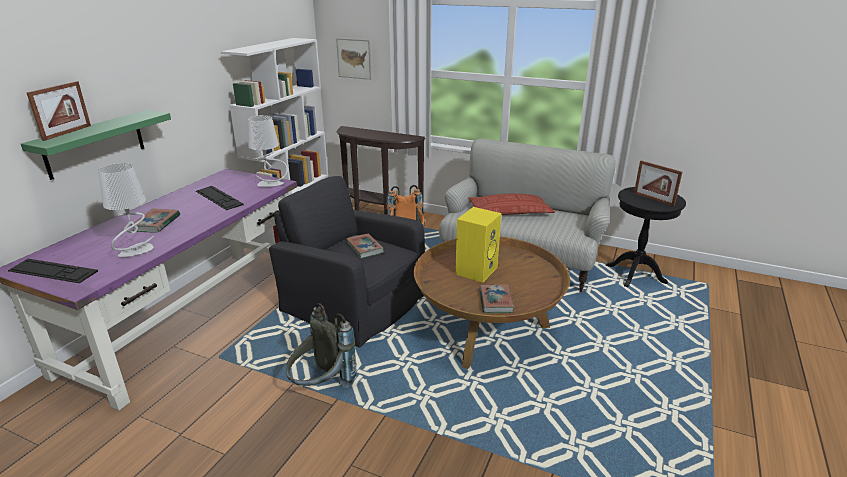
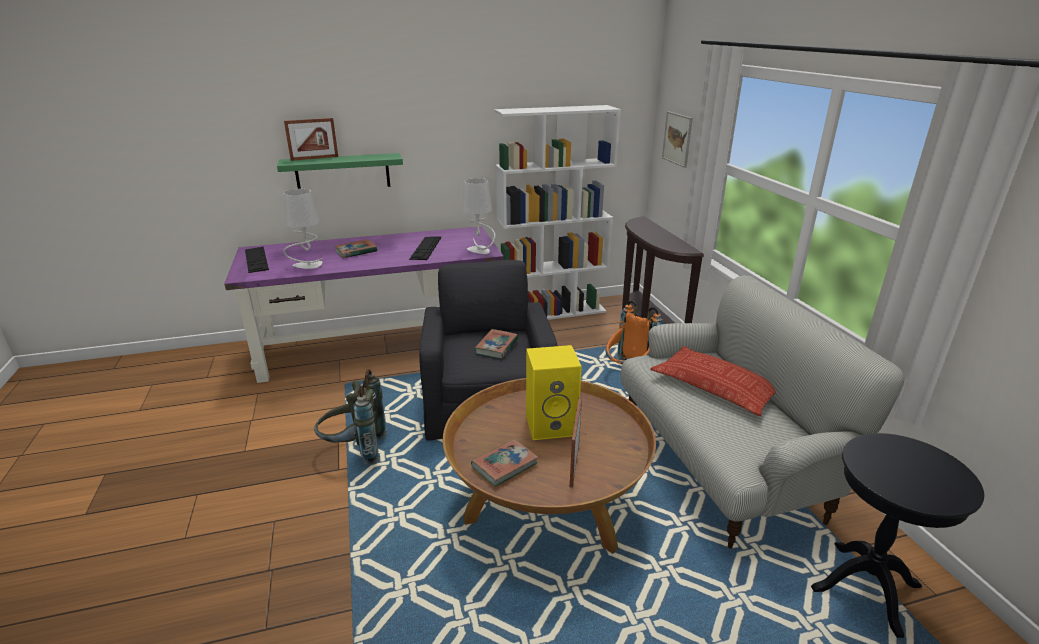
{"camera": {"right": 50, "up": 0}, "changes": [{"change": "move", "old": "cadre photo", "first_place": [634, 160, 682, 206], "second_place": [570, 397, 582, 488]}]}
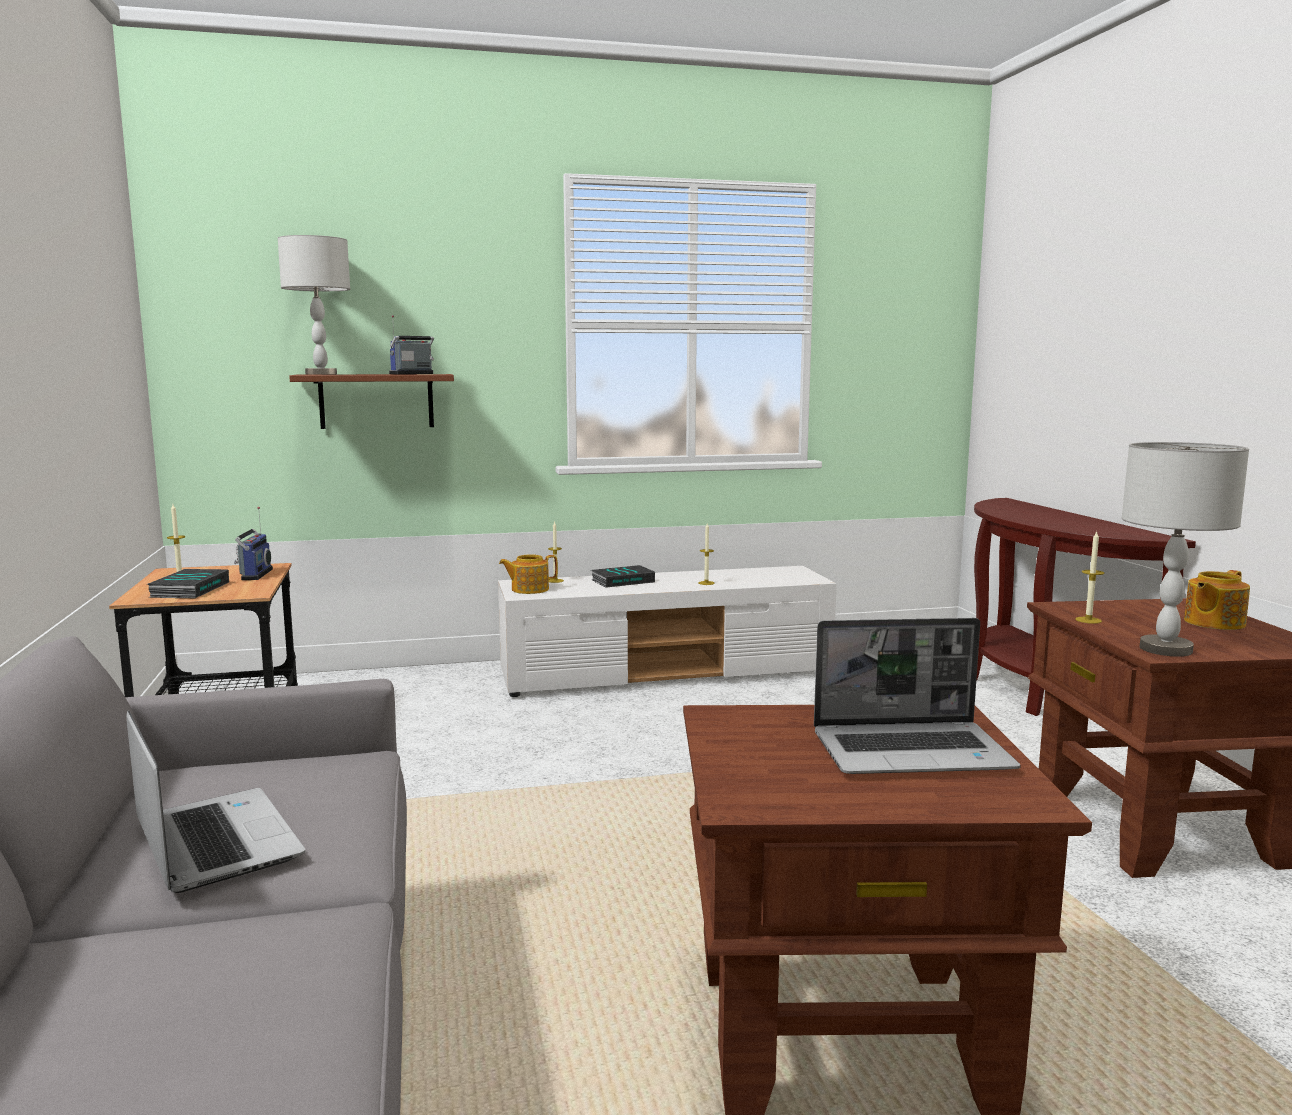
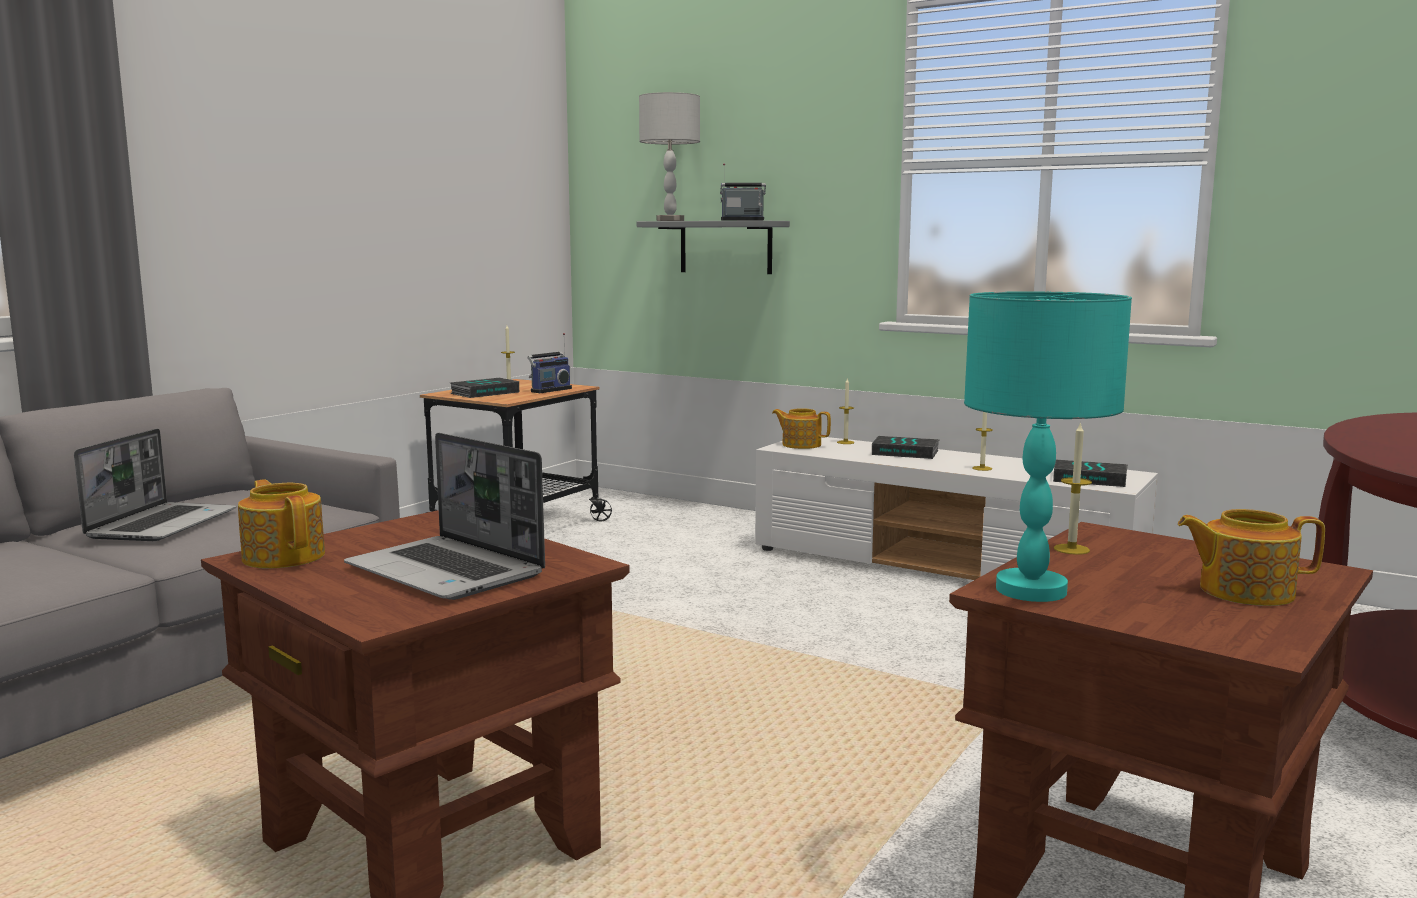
{"camera": {"right": 45, "up": 0}, "changes": [{"change": "insert", "new": "théière", "second_place": [238, 479, 325, 568]}, {"change": "recolor", "old": "étagère [marron]", "new": "étagère [gris]", "first_place": [289, 374, 454, 429], "second_place": [637, 220, 790, 274]}, {"change": "recolor", "old": "lampe de table [gris]", "new": "lampe de table [turquoise]", "first_place": [1122, 442, 1249, 657], "second_place": [964, 291, 1132, 602]}, {"change": "insert", "new": "livre", "second_place": [1053, 460, 1128, 487]}]}
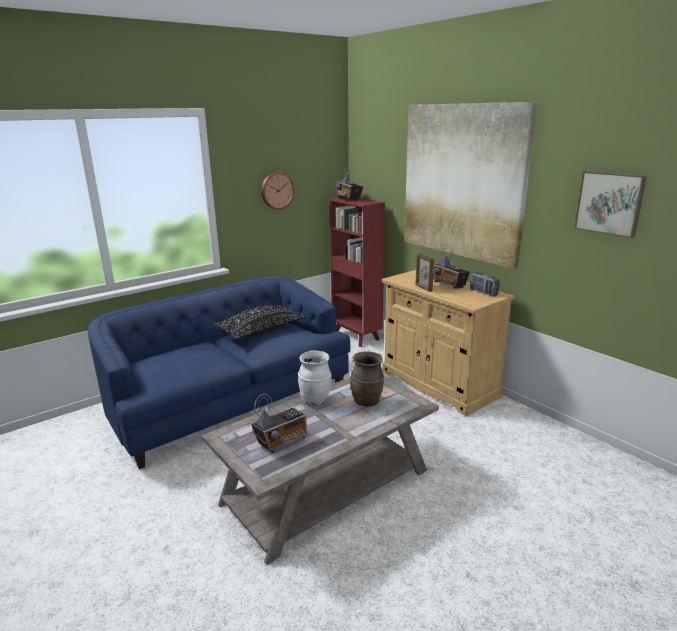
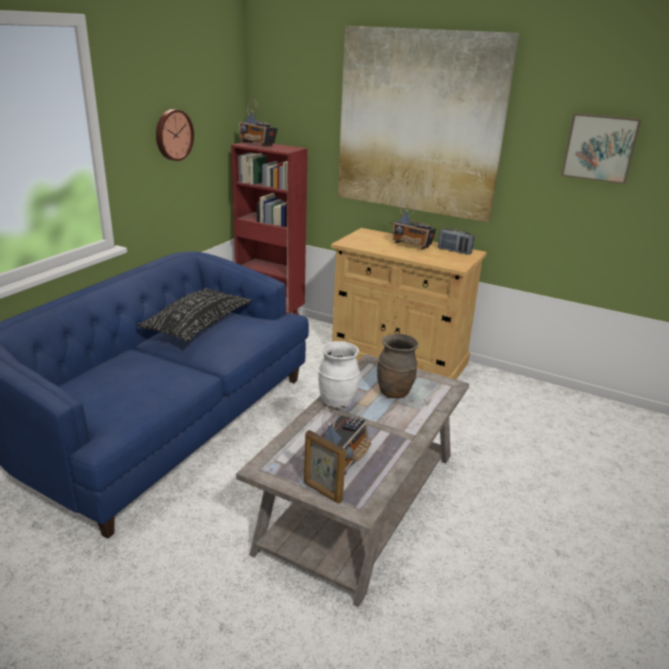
{"camera": {"right": -25, "up": 5}, "changes": [{"change": "move", "old": "cadre photo", "first_place": [415, 253, 434, 292], "second_place": [304, 430, 346, 504]}]}
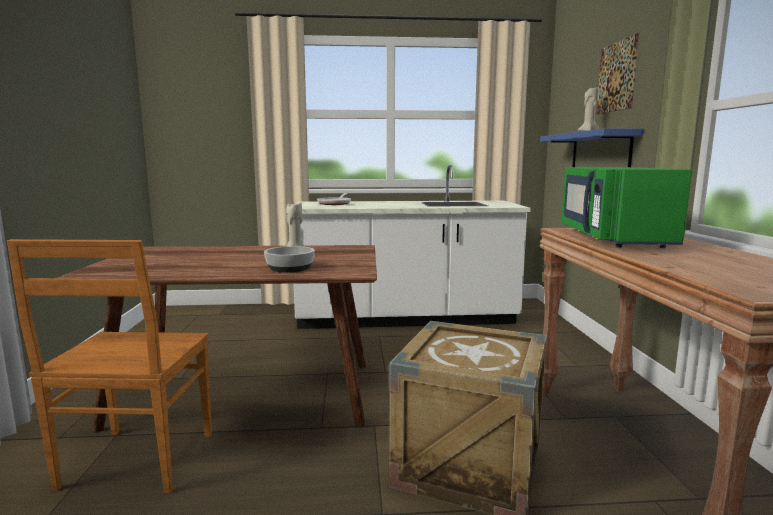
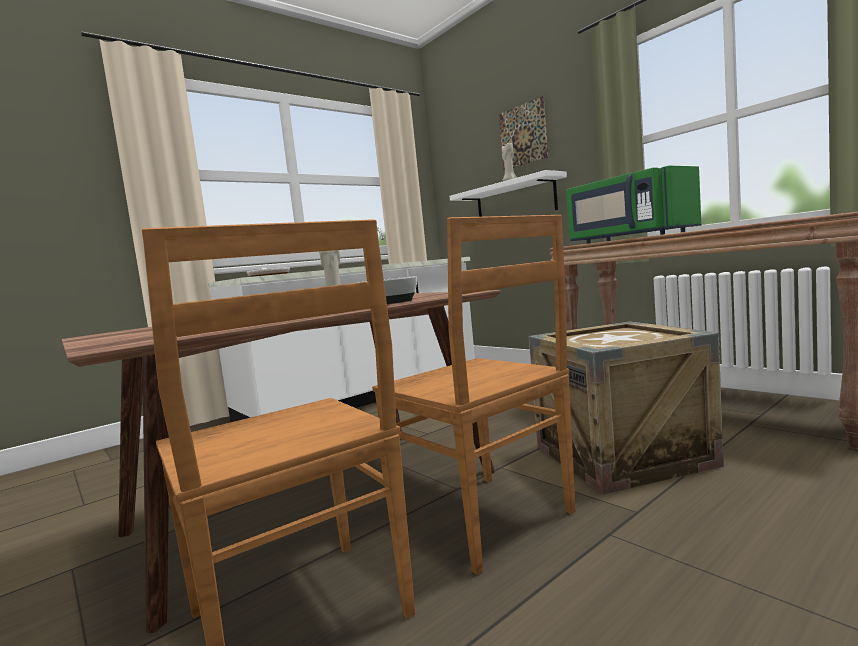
{"camera": {"right": -35, "up": -5}, "changes": [{"change": "insert", "new": "chaise [marron]", "second_place": [372, 215, 575, 575]}, {"change": "recolor", "old": "étagère [bleu]", "new": "étagère [blanc]", "first_place": [540, 128, 643, 167], "second_place": [450, 170, 567, 217]}]}
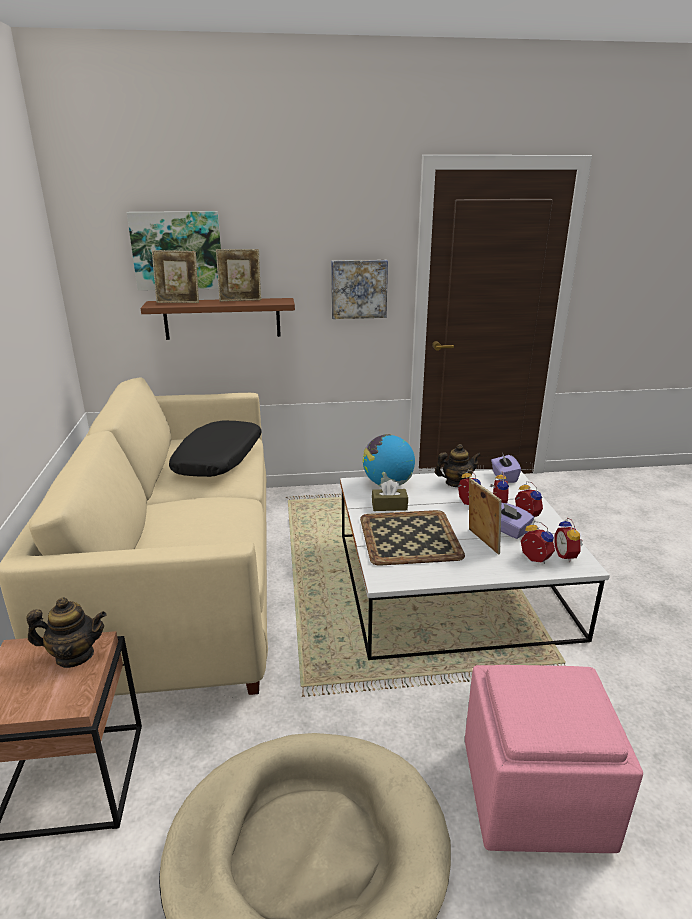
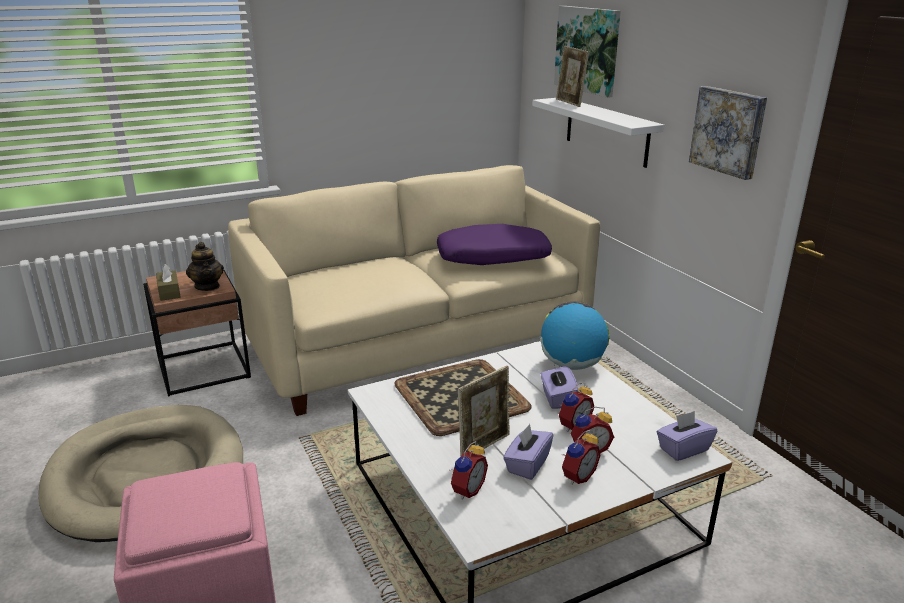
{"camera": {"right": 70, "up": 0}, "changes": [{"change": "move", "old": "boîte à mouchoirs [marron]", "first_place": [372, 480, 408, 511], "second_place": [156, 264, 181, 301]}, {"change": "recolor", "old": "coussin [noir]", "new": "coussin [violet]", "first_place": [169, 420, 262, 477], "second_place": [437, 224, 552, 265]}, {"change": "recolor", "old": "étagère [marron]", "new": "étagère [blanc]", "first_place": [140, 298, 295, 340], "second_place": [532, 98, 664, 168]}, {"change": "insert", "new": "boîte à mouchoirs [violet]", "second_place": [541, 365, 579, 409]}, {"change": "delete", "old": "cadre photo", "first_place": [216, 249, 261, 301]}, {"change": "delete", "old": "théière", "first_place": [435, 444, 481, 487]}, {"change": "delete", "old": "réveil", "first_place": [554, 518, 583, 562]}]}
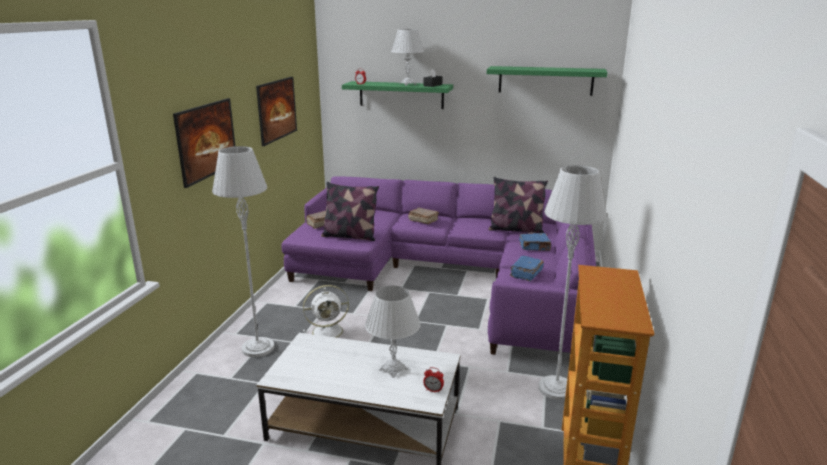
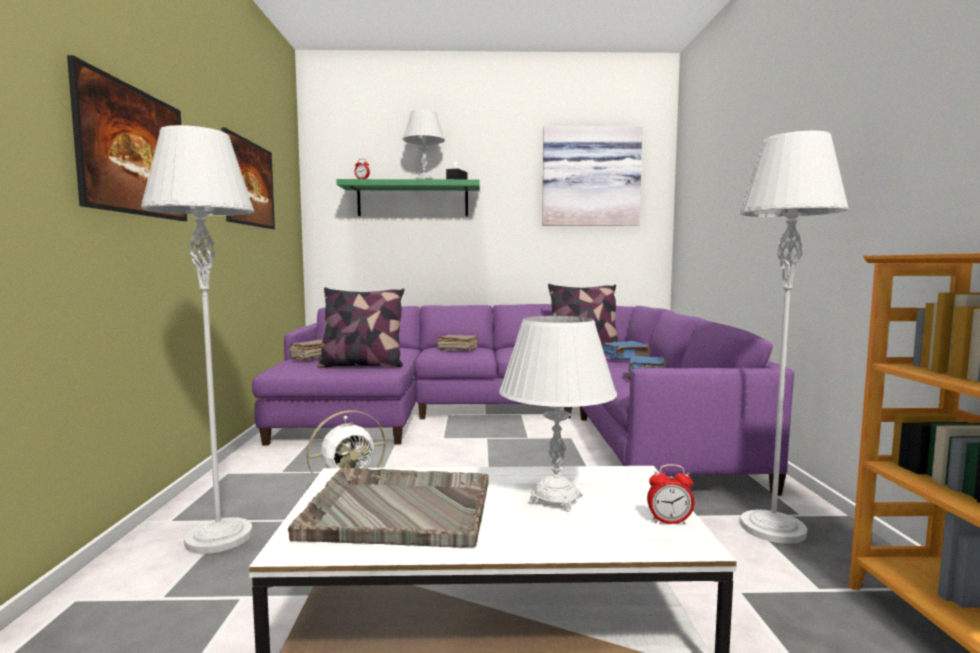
{"camera": {"right": -15, "up": -15}, "changes": [{"change": "insert", "new": "plateau [gris]", "second_place": [288, 467, 489, 548]}, {"change": "replace", "old": "étagère [vert]", "new": "tableau", "first_place": [487, 66, 608, 96], "second_place": [542, 126, 642, 226]}]}
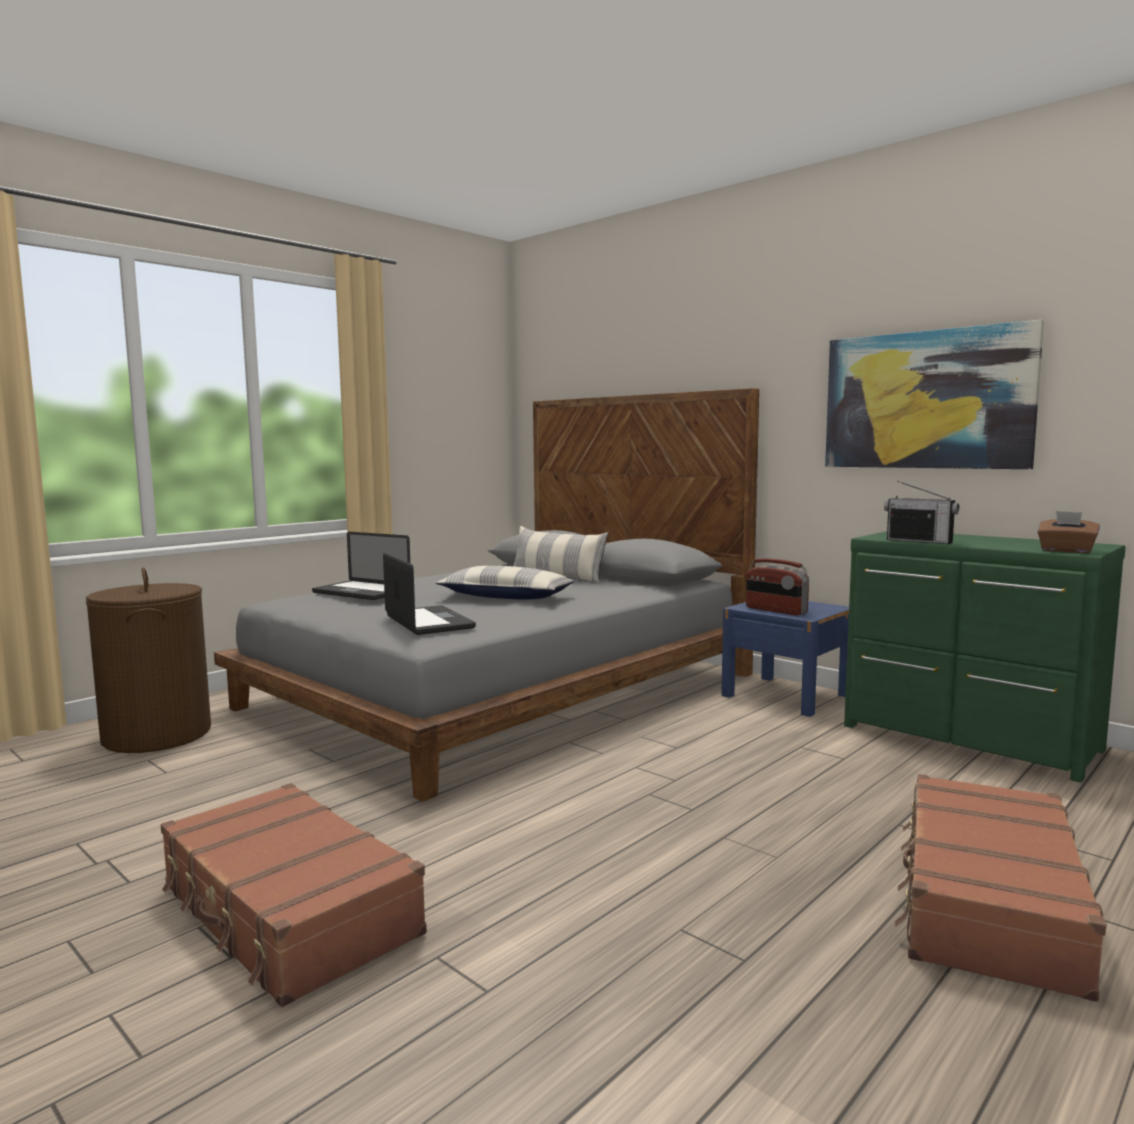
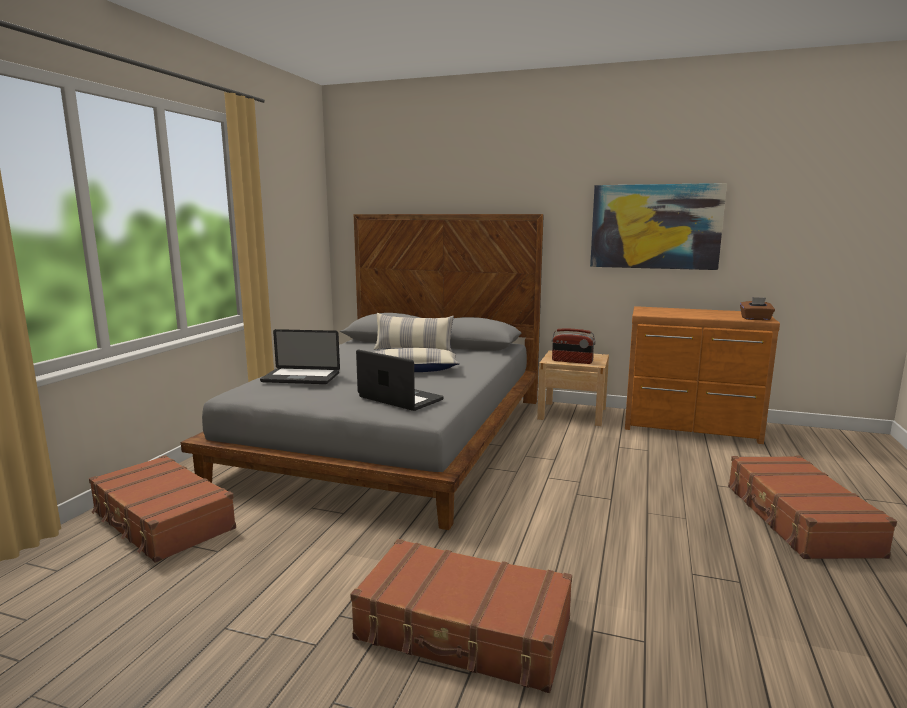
{"camera": {"right": -25, "up": 5}, "changes": [{"change": "replace", "old": "panier à linge [marron]", "new": "valise [marron]", "first_place": [86, 568, 211, 753], "second_place": [89, 455, 236, 563]}, {"change": "recolor", "old": "table de chevet [bleu]", "new": "table de chevet [beige]", "first_place": [721, 601, 849, 717], "second_place": [537, 350, 609, 426]}, {"change": "recolor", "old": "commode [vert]", "new": "commode [marron]", "first_place": [844, 531, 1126, 783], "second_place": [625, 306, 780, 444]}, {"change": "delete", "old": "radio", "first_place": [884, 481, 959, 544]}]}
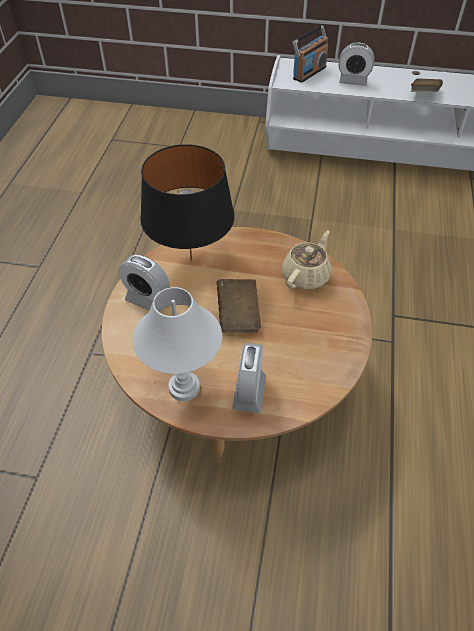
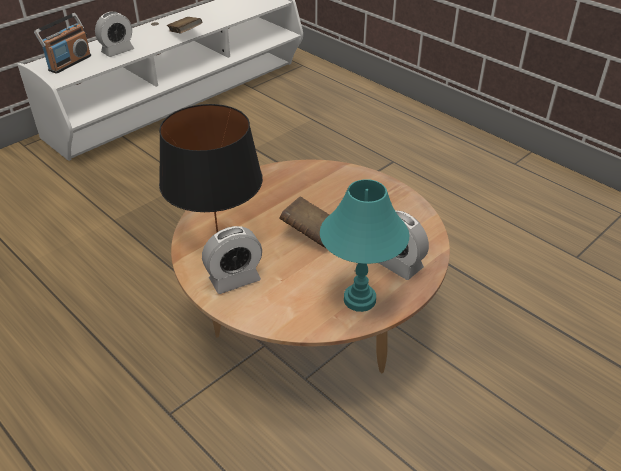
{"camera": {"right": -55, "up": -10}, "changes": [{"change": "rotate", "old": "radio", "first_place": [293, 25, 329, 83], "second_place": [34, 13, 91, 74], "degrees": 45}, {"change": "recolor", "old": "lampe de table [blanc]", "new": "lampe de table [turquoise]", "first_place": [133, 287, 222, 401], "second_place": [320, 179, 409, 312]}, {"change": "delete", "old": "théière [beige]", "first_place": [282, 230, 332, 290]}]}
